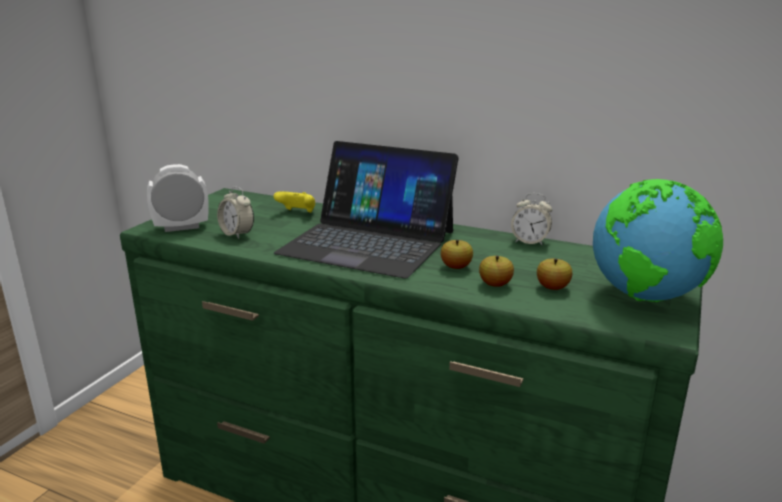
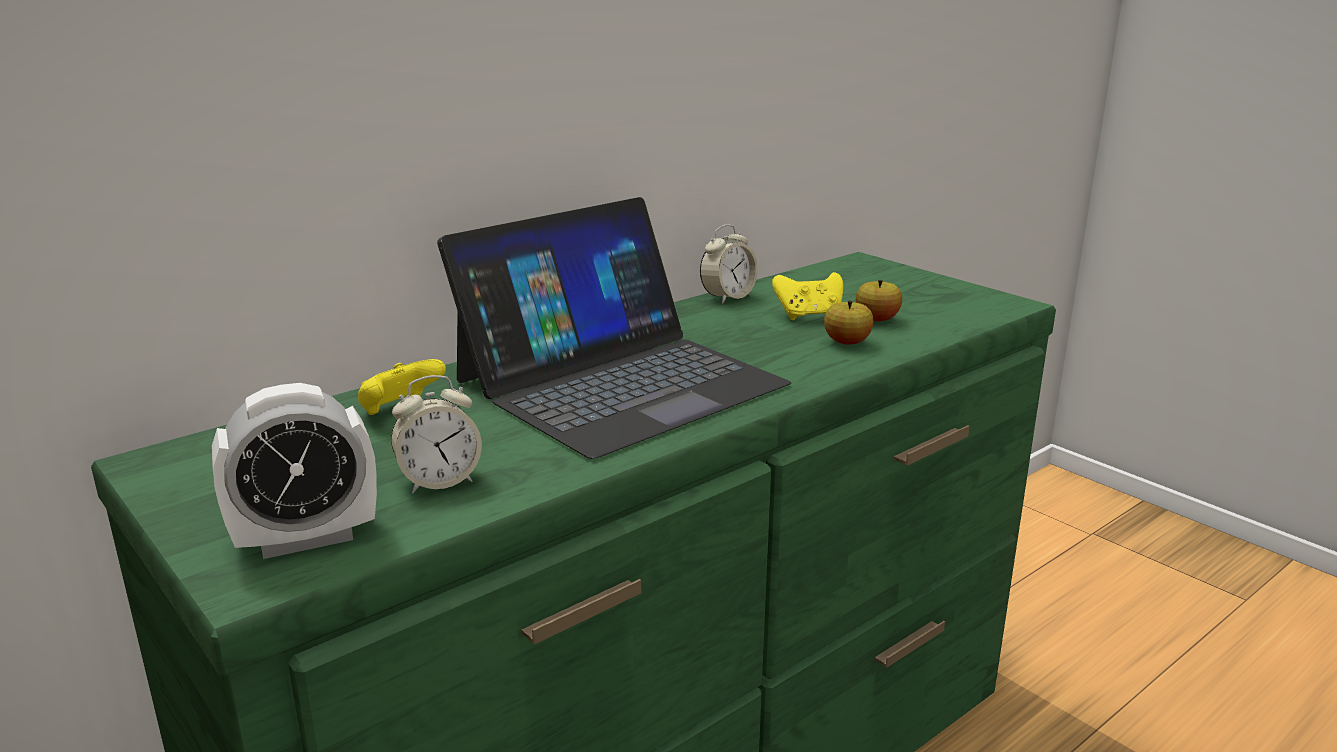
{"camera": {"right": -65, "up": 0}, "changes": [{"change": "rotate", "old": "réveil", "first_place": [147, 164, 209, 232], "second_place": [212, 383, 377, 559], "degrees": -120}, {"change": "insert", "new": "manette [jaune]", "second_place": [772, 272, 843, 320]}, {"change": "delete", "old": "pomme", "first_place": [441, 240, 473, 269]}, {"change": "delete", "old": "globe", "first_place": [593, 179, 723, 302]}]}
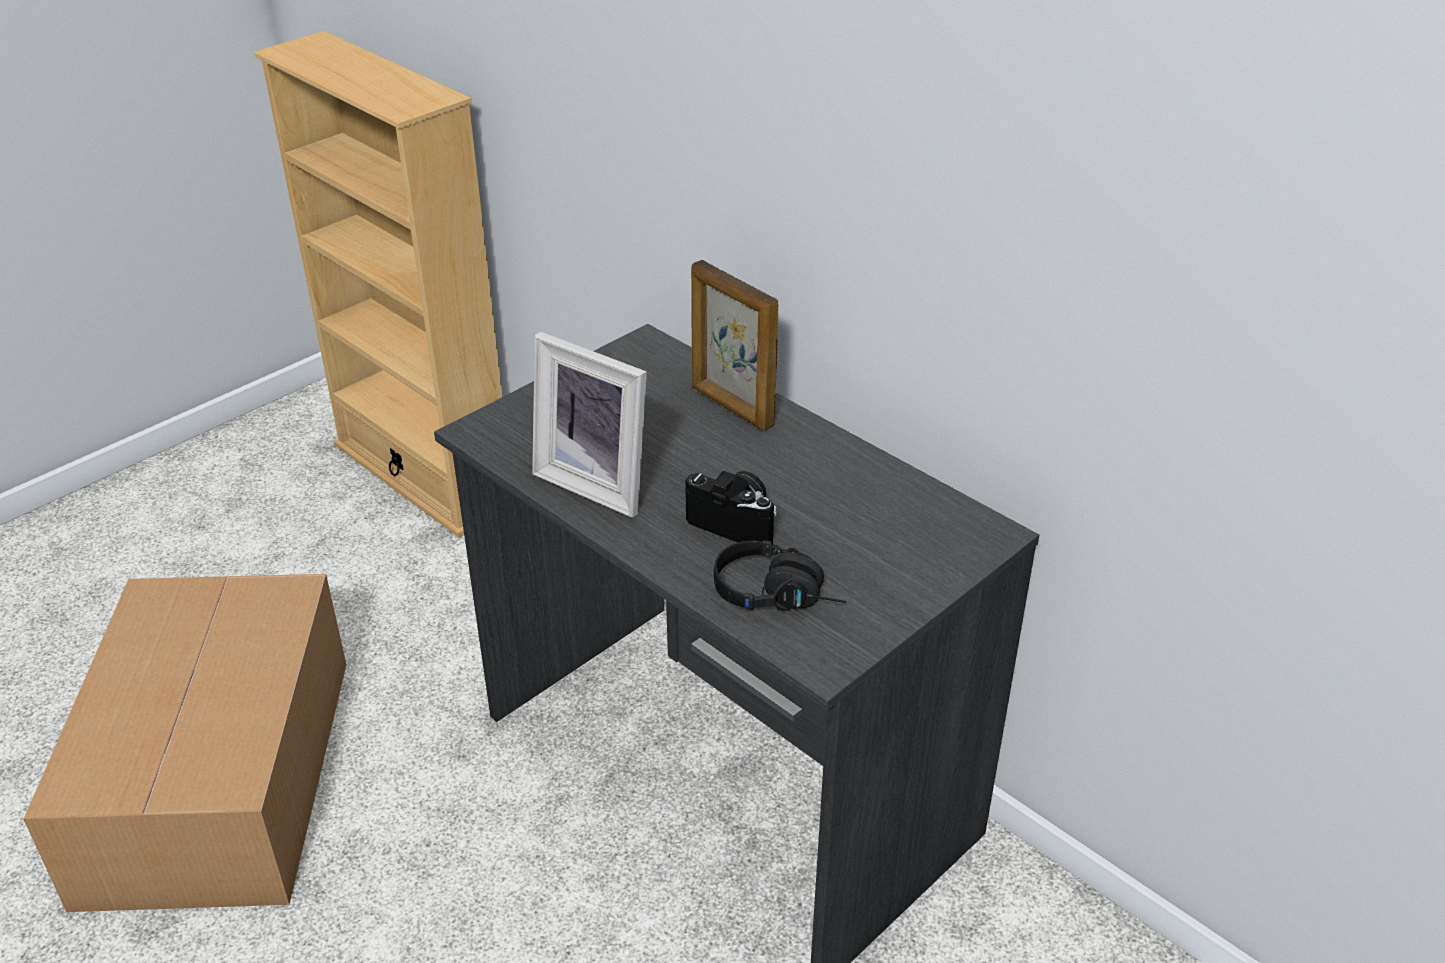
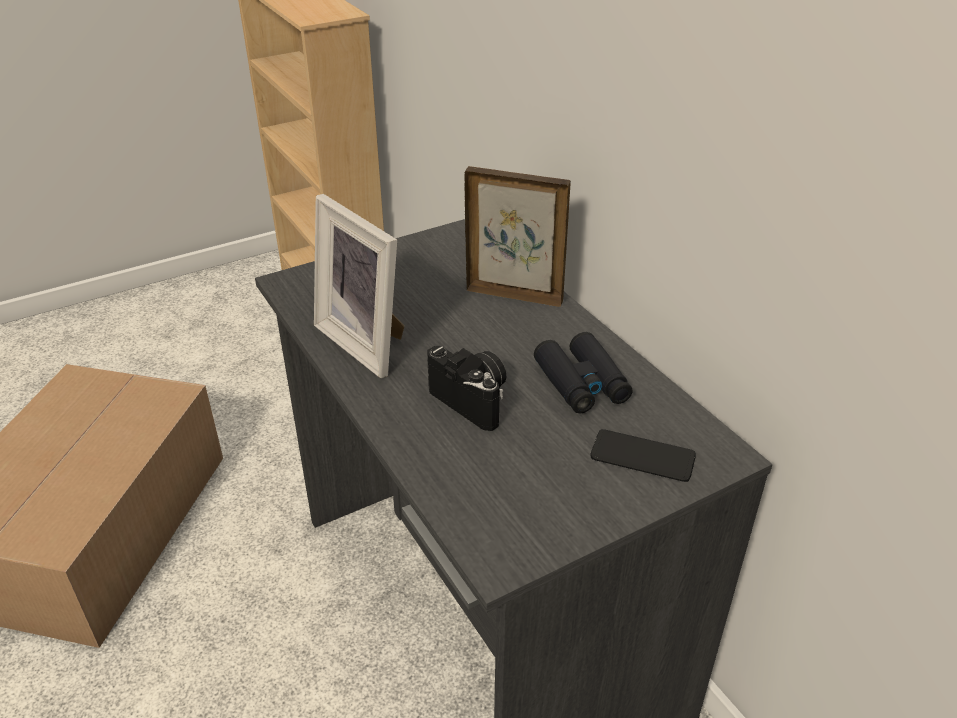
{"camera": {"right": 15, "up": 0}, "changes": [{"change": "rotate", "old": "cadre photo", "first_place": [691, 260, 779, 431], "second_place": [464, 166, 571, 307], "degrees": 135}, {"change": "insert", "new": "jumelles [noir]", "second_place": [534, 332, 632, 413]}, {"change": "insert", "new": "téléphone", "second_place": [591, 429, 696, 482]}, {"change": "delete", "old": "casque audio [noir]", "first_place": [714, 540, 846, 611]}]}
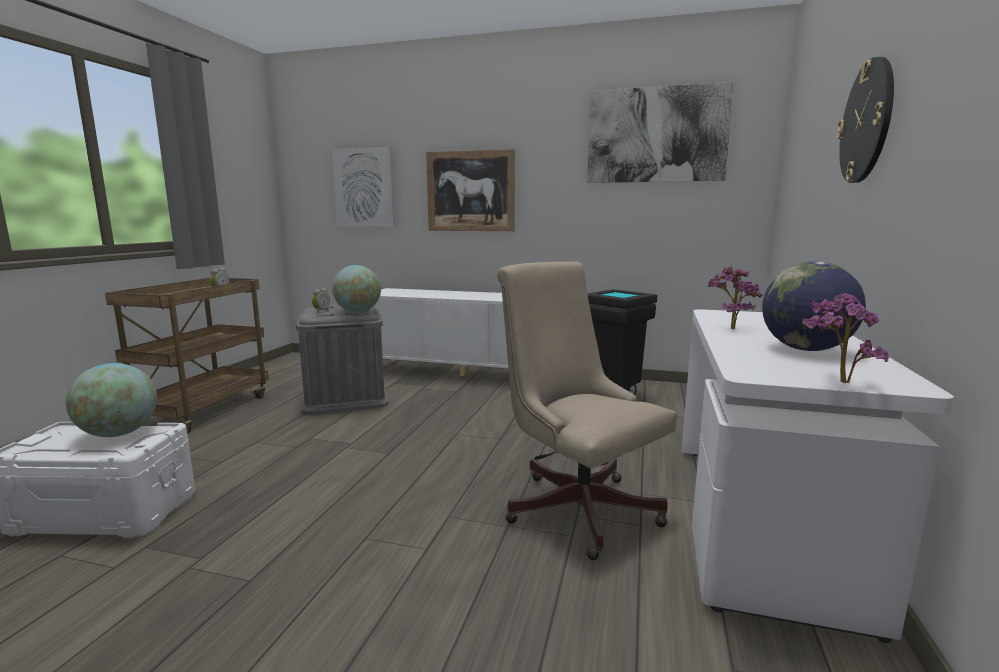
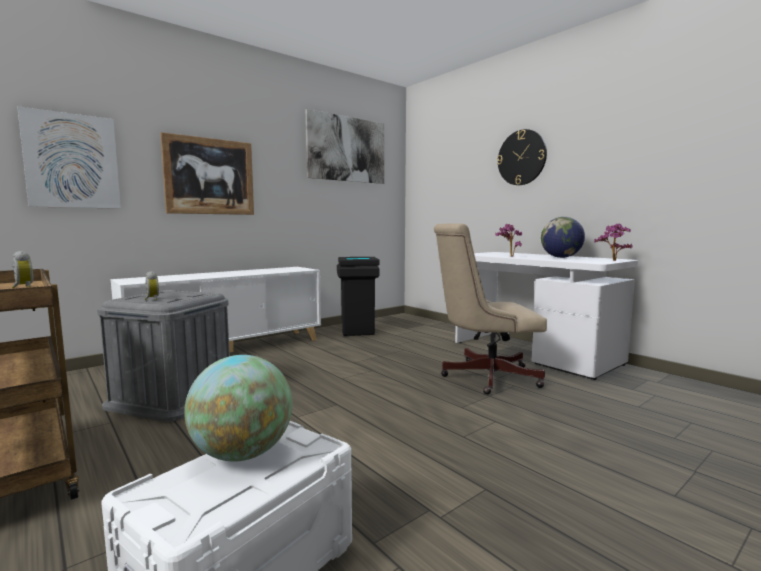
{"camera": {"right": -55, "up": -5}, "changes": [{"change": "delete", "old": "globe", "first_place": [332, 265, 381, 312]}]}
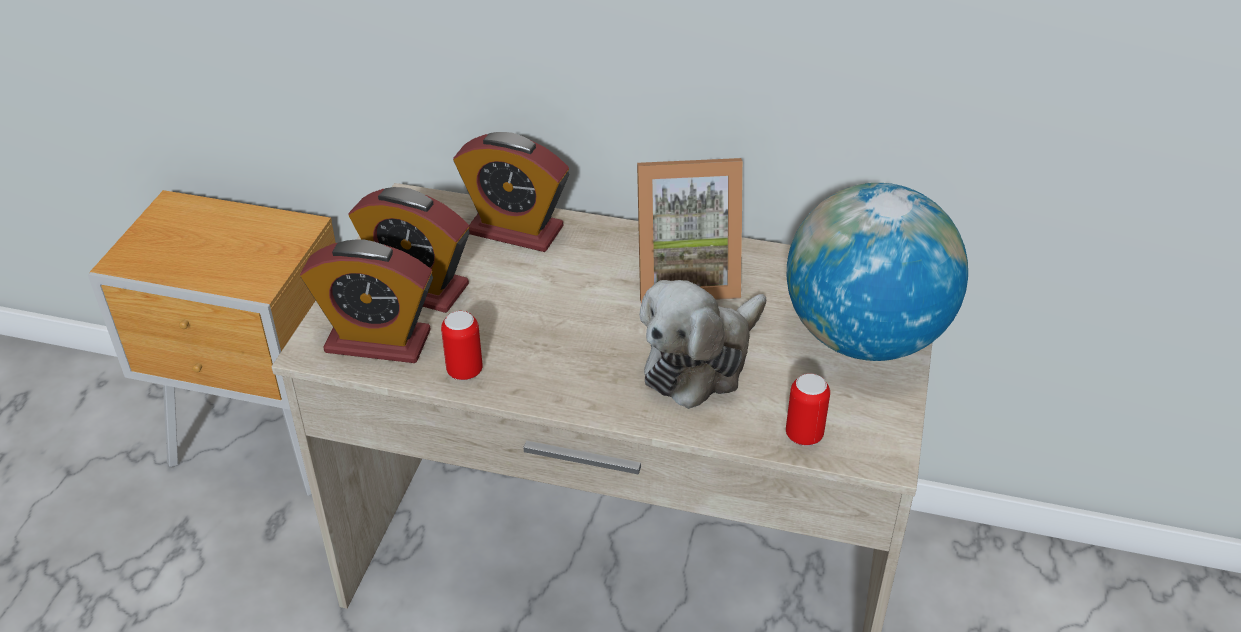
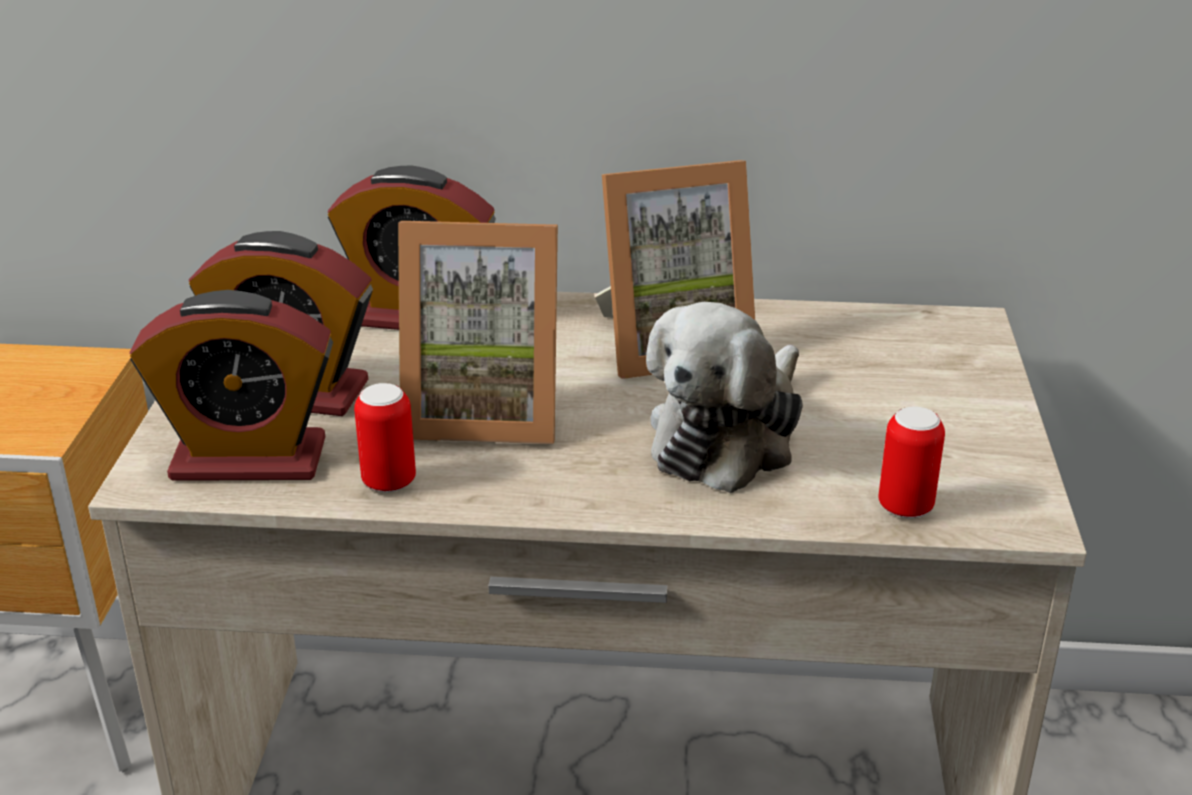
{"camera": {"right": -10, "up": -10}, "changes": [{"change": "insert", "new": "cadre photo", "second_place": [398, 221, 558, 444]}, {"change": "delete", "old": "globe", "first_place": [787, 183, 968, 361]}]}
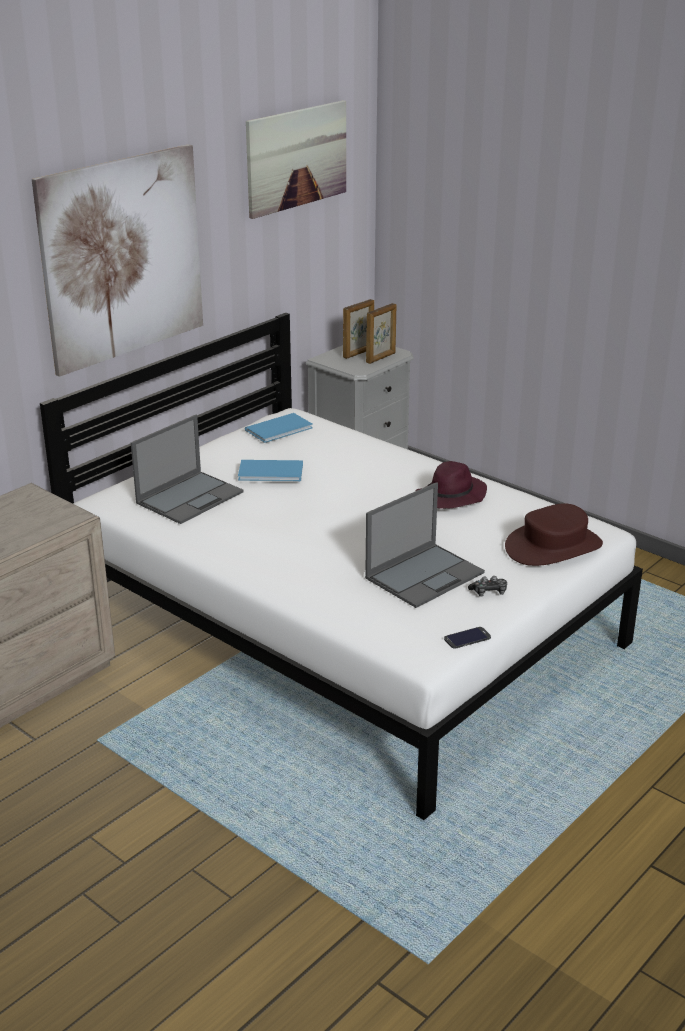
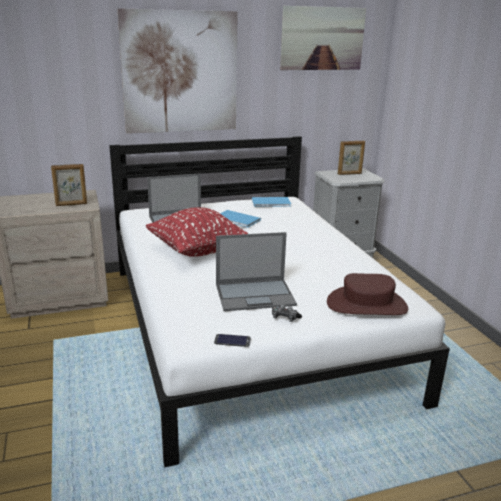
{"camera": {"right": 30, "up": -5}, "changes": [{"change": "move", "old": "cadre photo", "first_place": [366, 303, 396, 364], "second_place": [51, 164, 87, 206]}, {"change": "insert", "new": "coussin [rouge]", "second_place": [146, 207, 248, 257]}, {"change": "delete", "old": "chapeau [violet]", "first_place": [416, 461, 487, 509]}]}
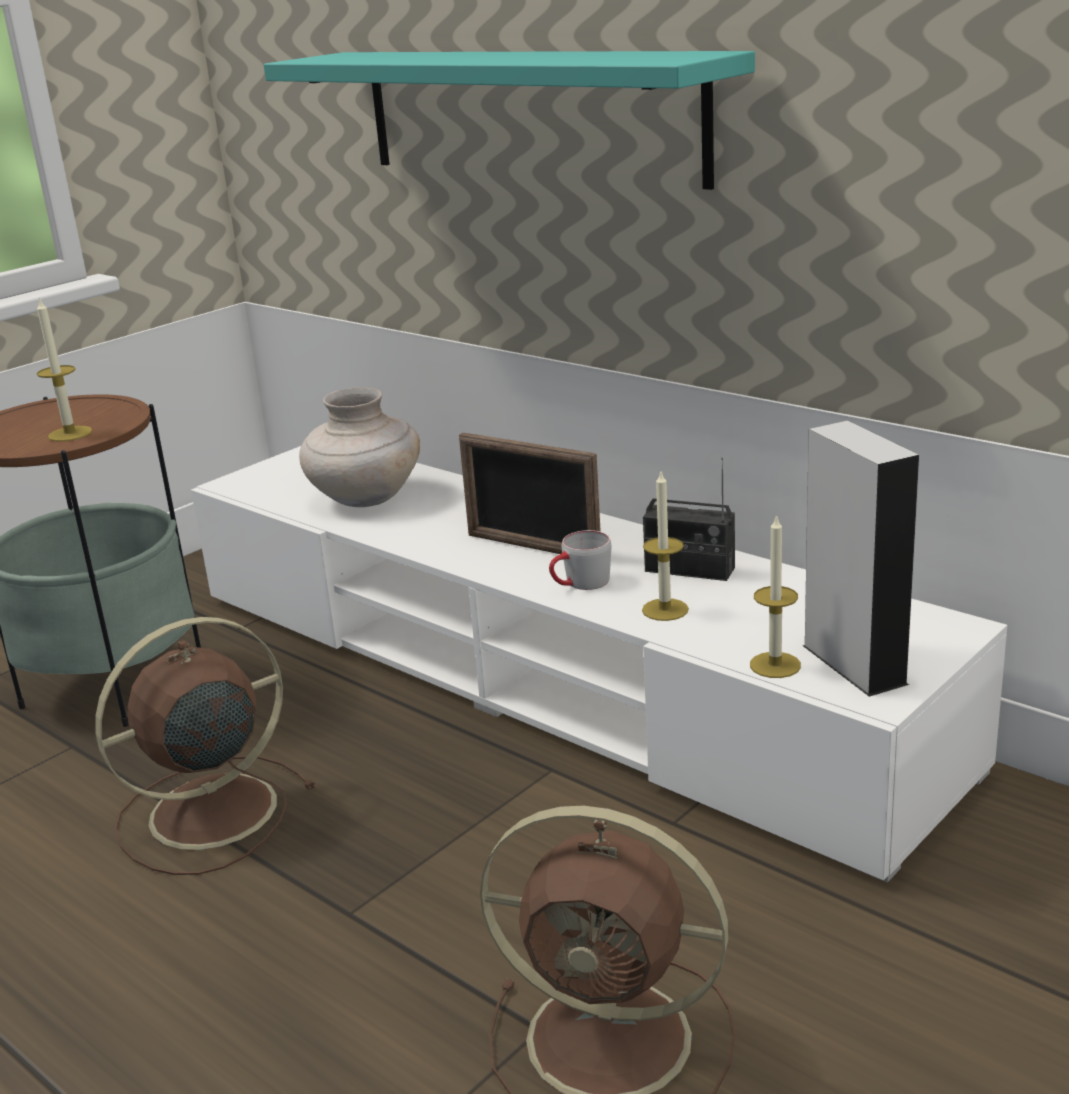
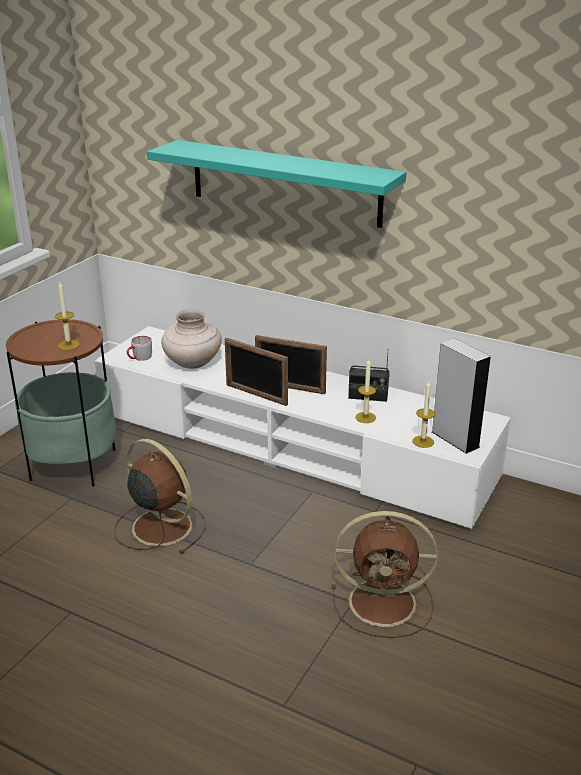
{"camera": {"right": -15, "up": 5}, "changes": [{"change": "rotate", "old": "ventilateur [marron]", "first_place": [95, 617, 316, 875], "second_place": [114, 439, 206, 554], "degrees": 90}, {"change": "move", "old": "mug [gris]", "first_place": [549, 530, 611, 590], "second_place": [127, 336, 152, 361]}, {"change": "insert", "new": "cadre photo", "second_place": [225, 338, 288, 406]}]}
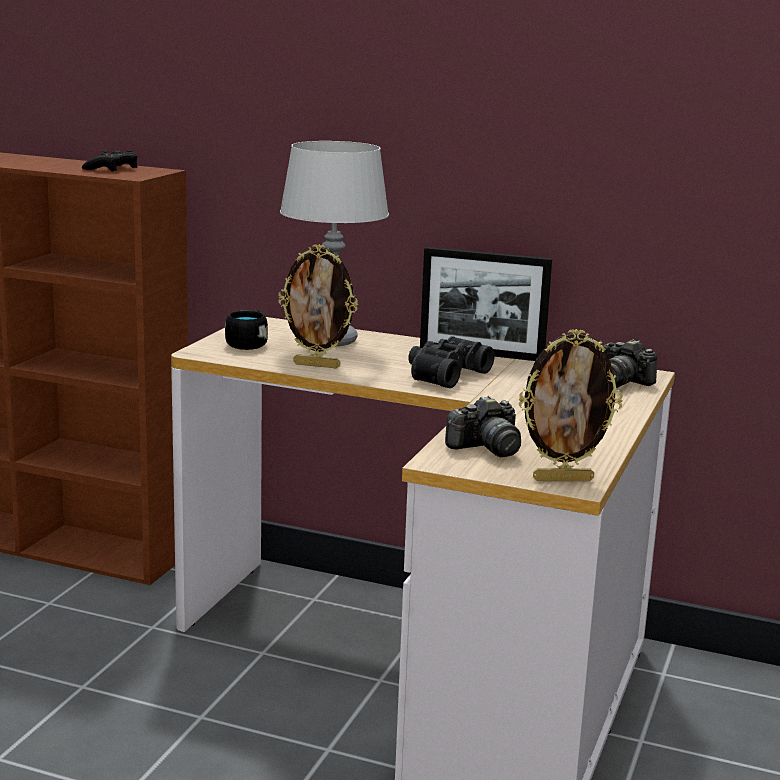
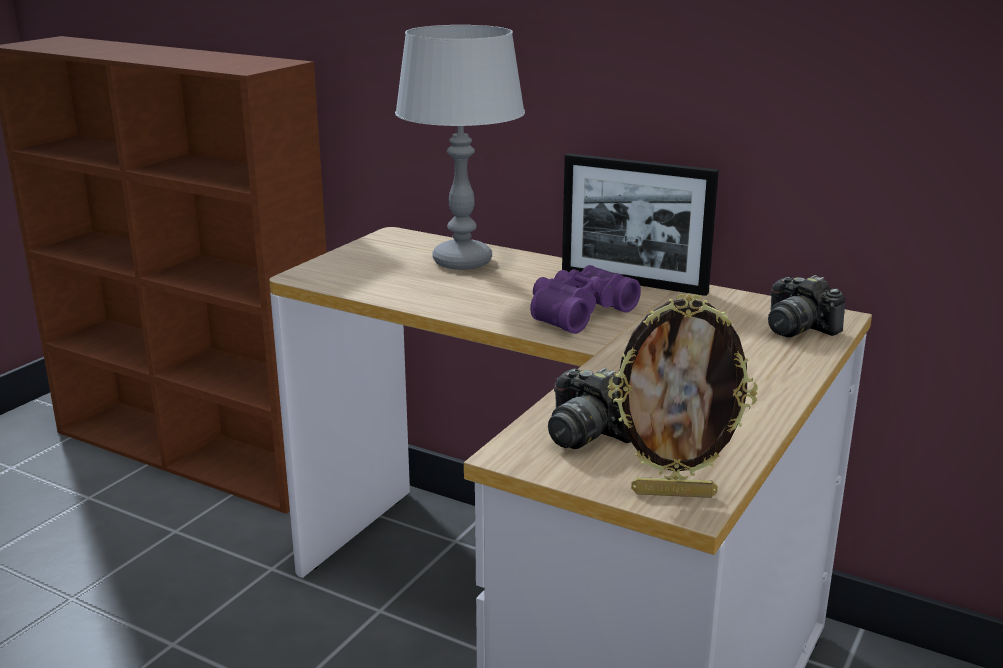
{"camera": {"right": 10, "up": 5}, "changes": [{"change": "recolor", "old": "jumelles [noir]", "new": "jumelles [violet]", "first_place": [408, 336, 494, 388], "second_place": [530, 265, 641, 334]}, {"change": "rotate", "old": "appareil photo", "first_place": [445, 396, 521, 457], "second_place": [548, 368, 631, 449], "degrees": 60}, {"change": "delete", "old": "manette [noir]", "first_place": [82, 150, 137, 172]}, {"change": "delete", "old": "mug [noir]", "first_place": [225, 309, 268, 350]}, {"change": "delete", "old": "cadre photo", "first_place": [278, 244, 358, 369]}]}
